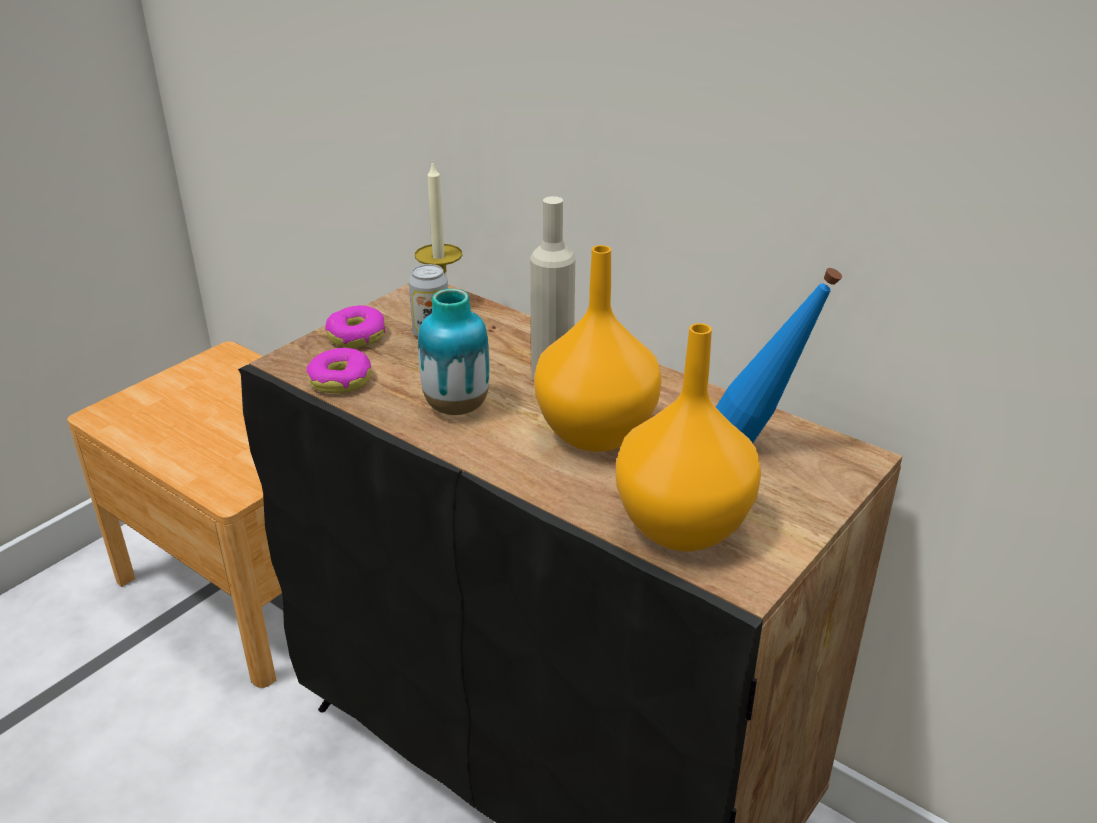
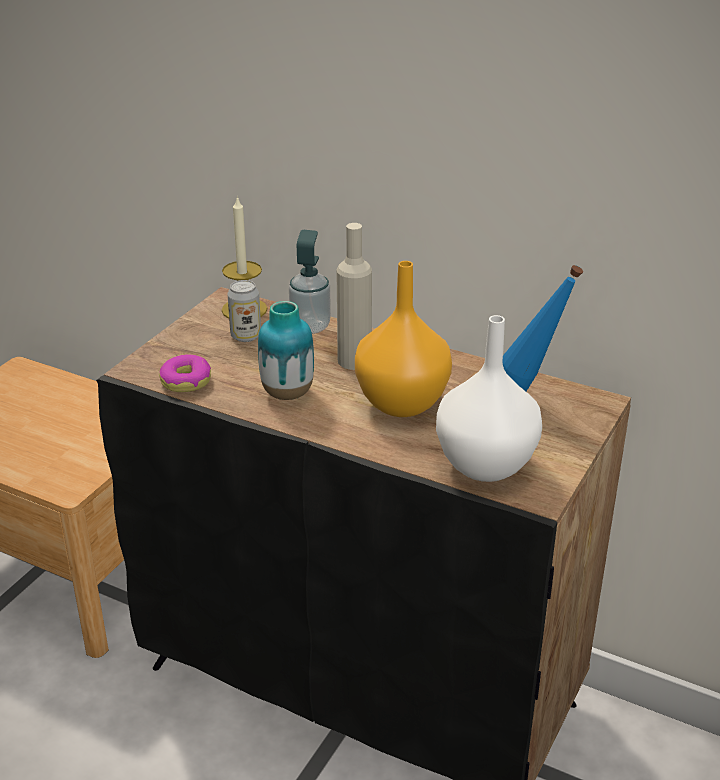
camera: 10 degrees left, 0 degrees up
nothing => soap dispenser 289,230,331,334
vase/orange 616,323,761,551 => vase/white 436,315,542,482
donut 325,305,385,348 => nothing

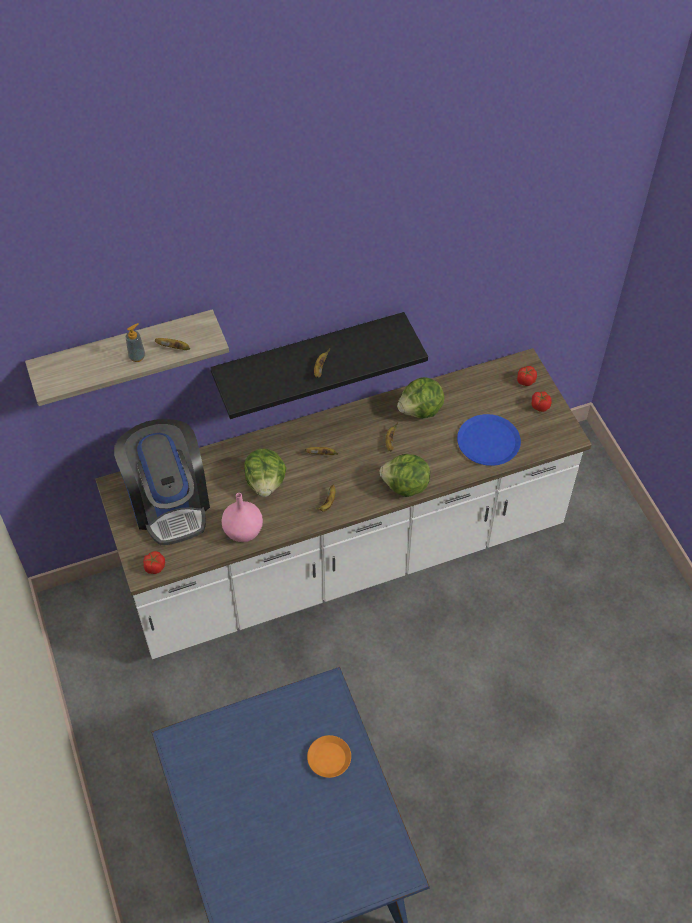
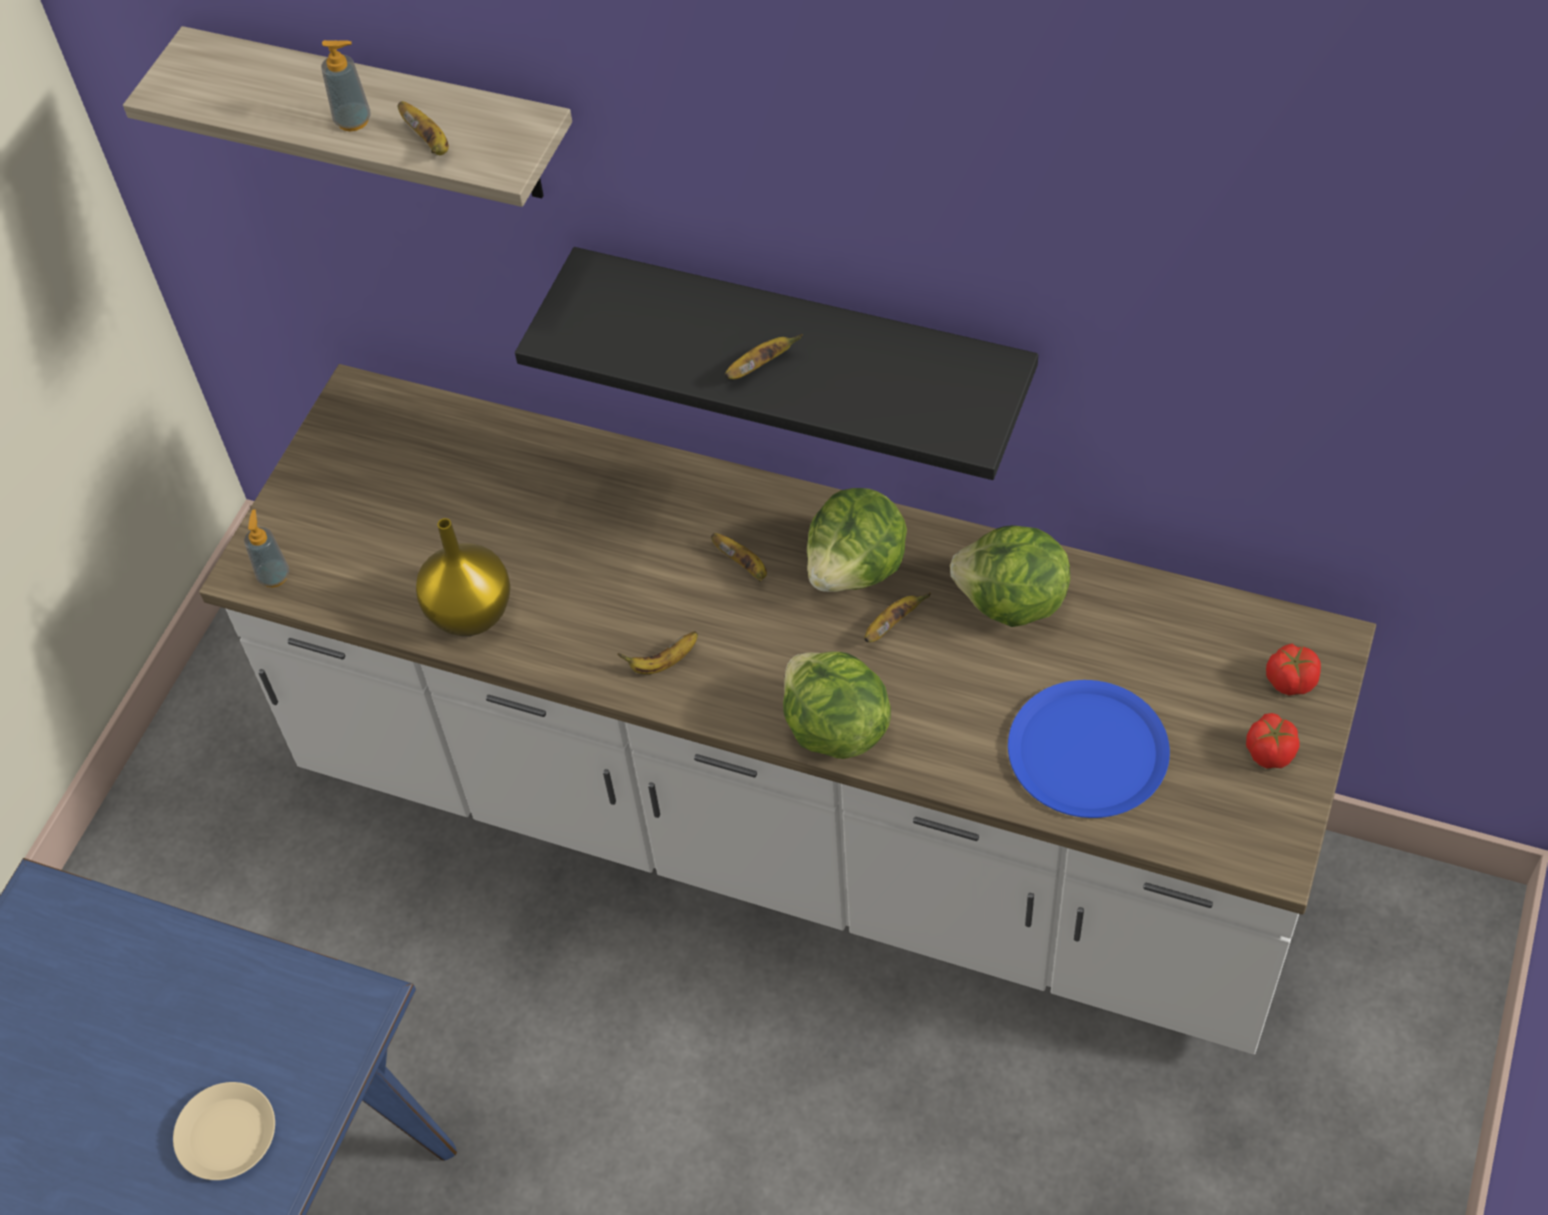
camera: 45 degrees right, 0 degrees up
plate/orange 307,735,351,778 => plate/beige 173,1082,275,1180
tomato 143,551,165,574 => soap dispenser 244,509,289,587
vase/pink 221,493,263,542 => vase/yellow 416,518,511,636
lettuce 244,449,287,497 => lettuce 807,488,907,592, move
coffee machine 114,419,210,545 => nothing

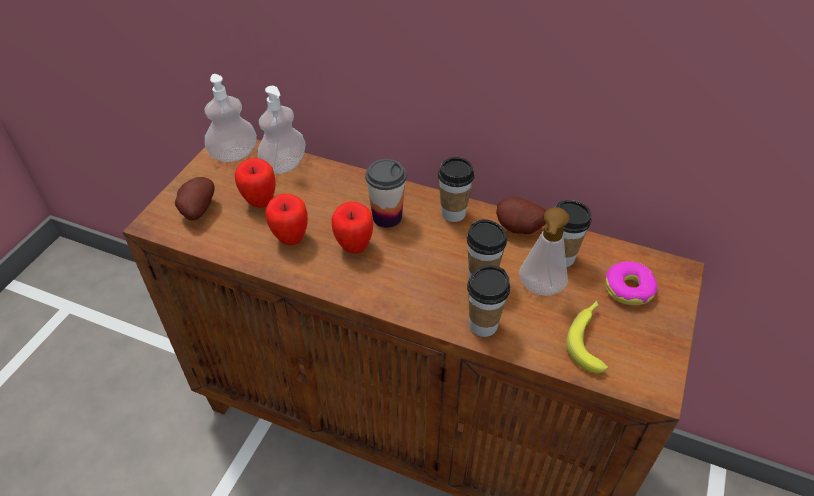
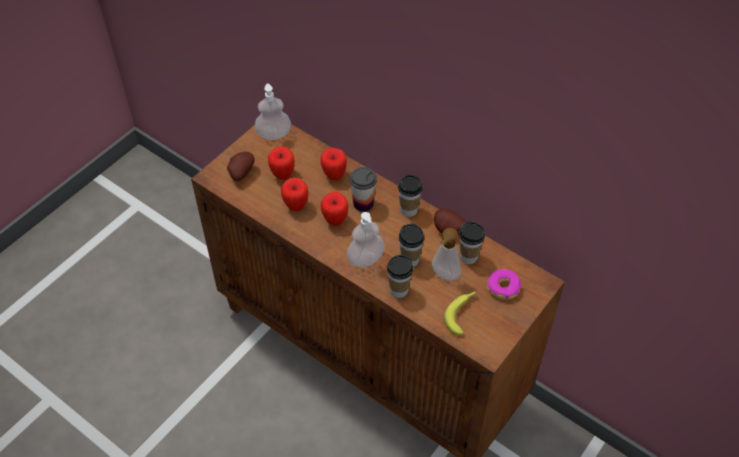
camera: 15 degrees right, 5 degrees up
nothing => apple 320,148,347,180
soap dispenser 258,86,306,174 => soap dispenser 346,212,385,267, move

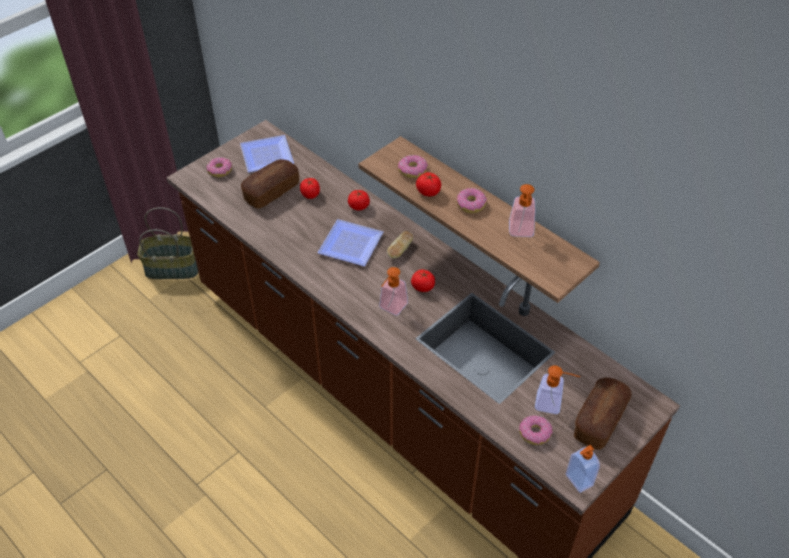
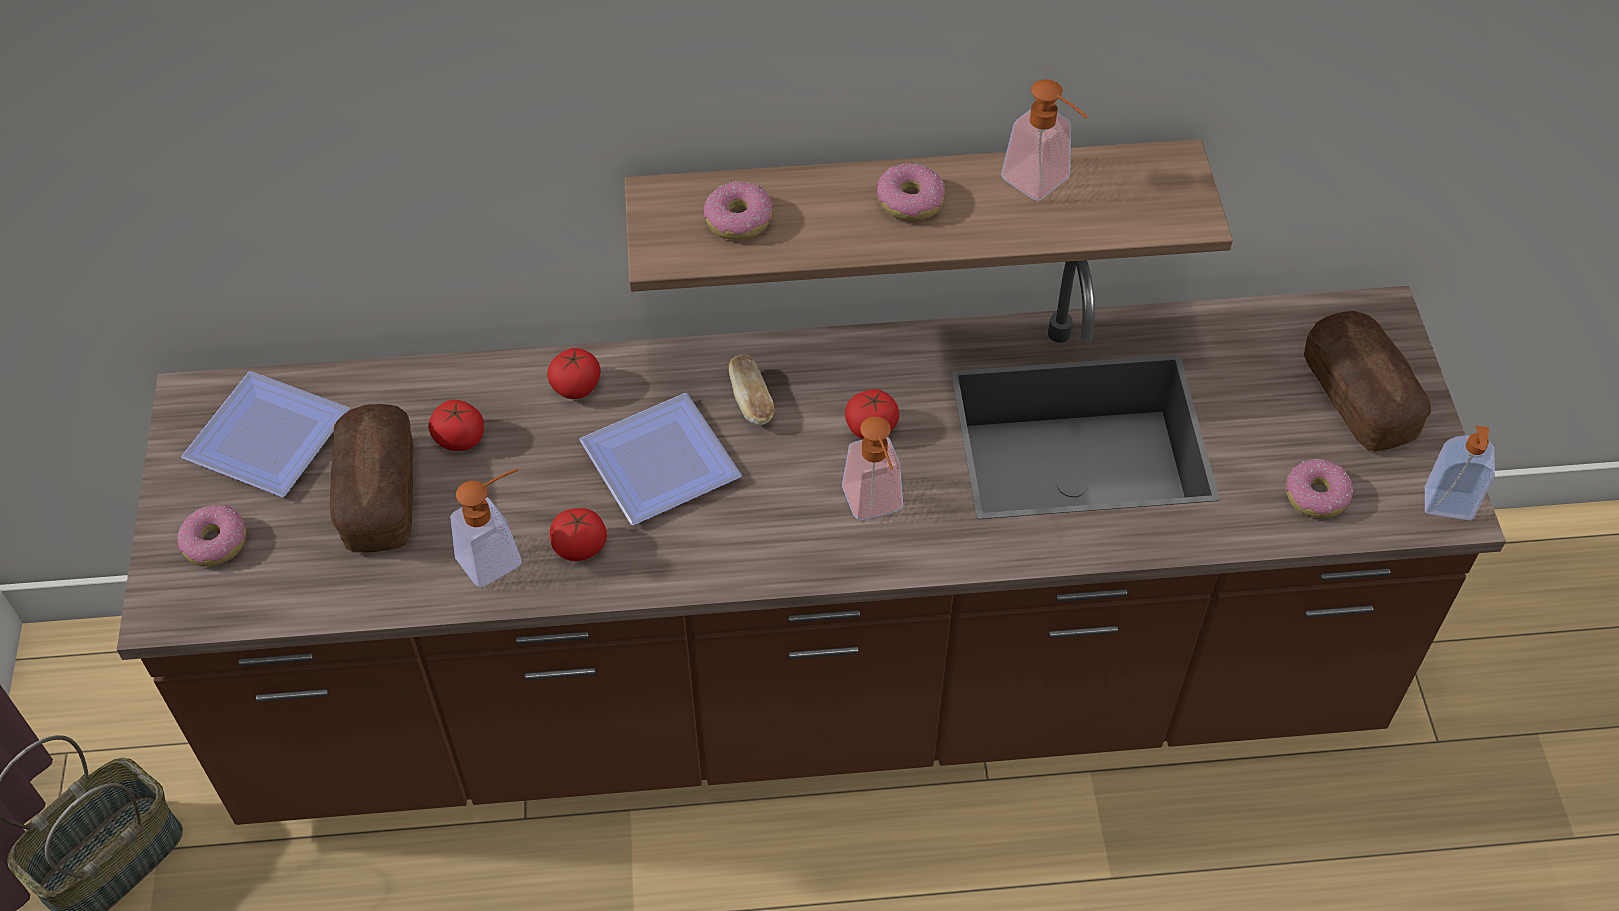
camera: 50 degrees left, 5 degrees up
soap dispenser 535,366,580,414 => soap dispenser 450,468,522,587, move
tomato 416,172,441,196 => tomato 550,508,607,561, move

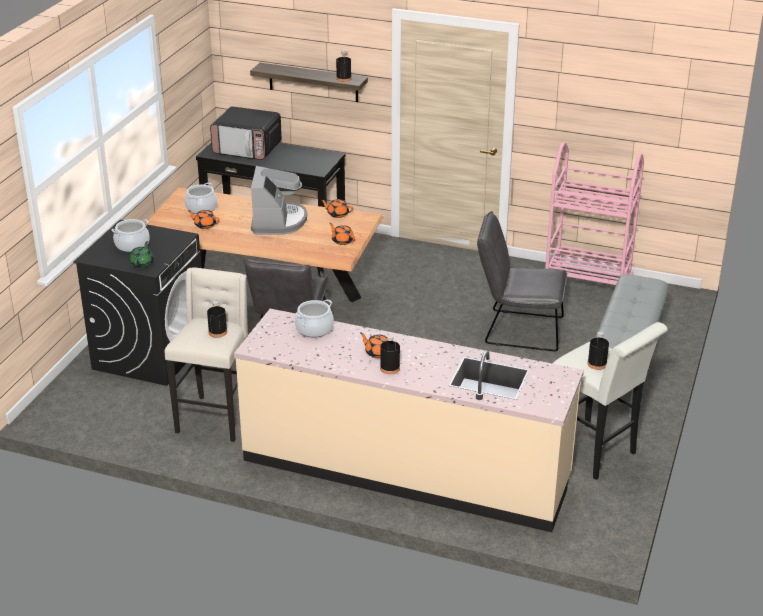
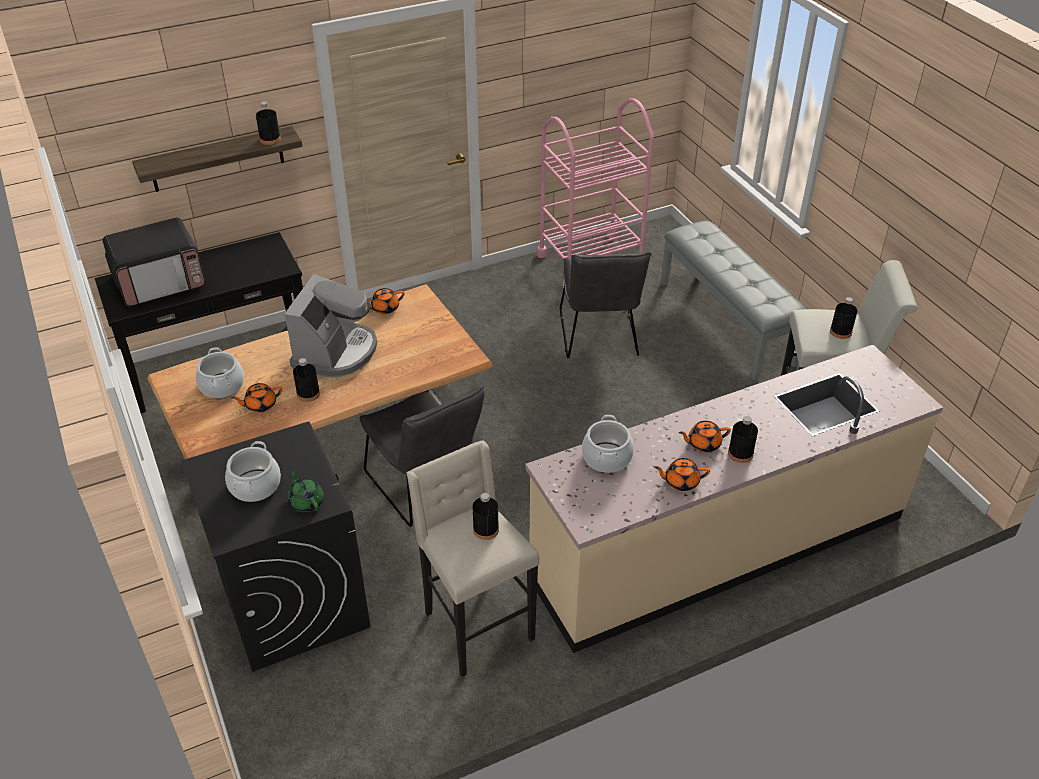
camera: 45 degrees left, 10 degrees up
coffee machine 251,166,307,235 => coffee machine 284,274,377,378, 60 degrees clockwise
nothing => bottle/black 293,358,320,402
chair/grey 477,211,567,351 => chair/grey 560,252,651,358, 60 degrees counterclockwise
teapot/orange 330,223,355,245 => teapot/orange 654,458,710,491, move

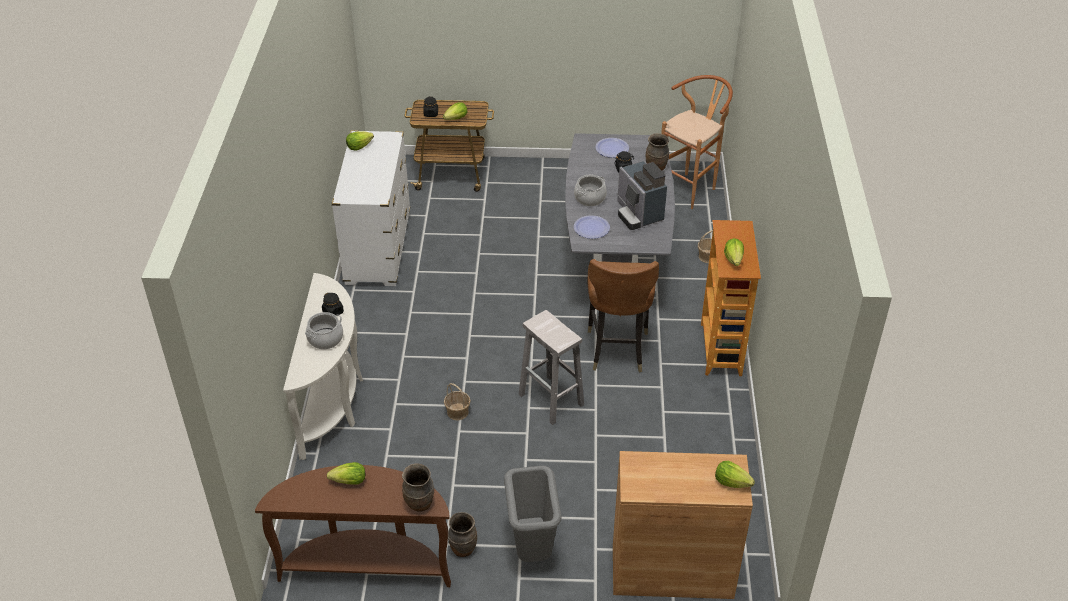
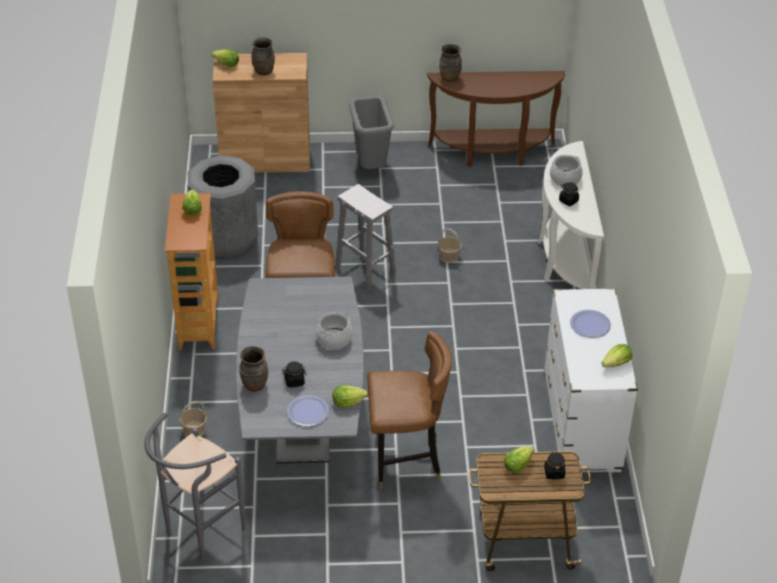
camera: 175 degrees right, 0 degrees up
stool/brown 661,75,733,209 => stool/grey 144,413,245,561
nothing => trash can/grey 187,155,258,257
vase/brown 448,512,477,557 => vase/brown 252,37,275,75, move
lettuce 327,462,365,484 => lettuce 333,385,368,408, move
nothing => chair/brown 367,331,452,489
plate 574,215,610,239 => plate 570,310,611,338, move
coffee machine 617,161,667,230 => nothing

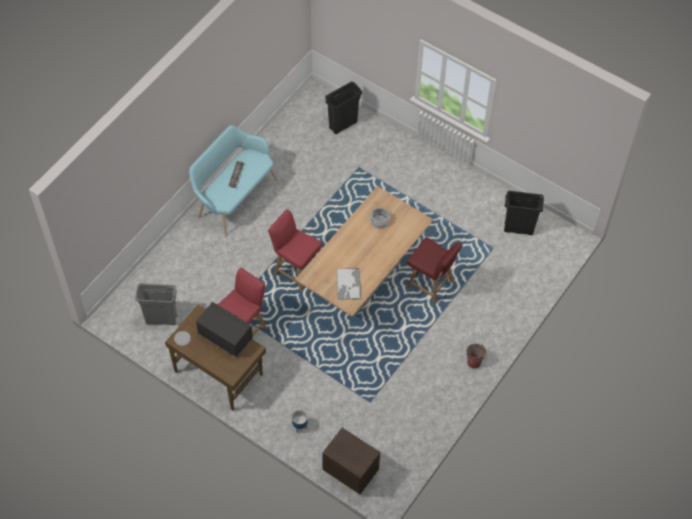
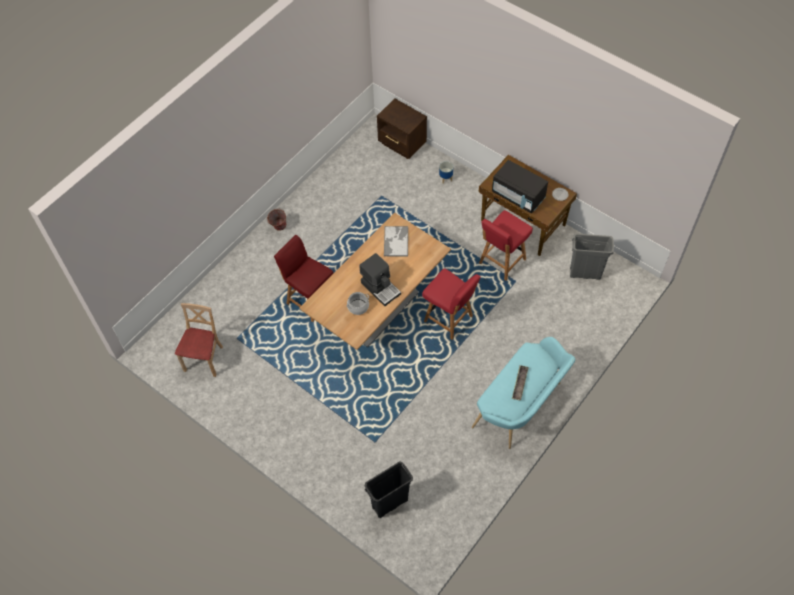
camera: 175 degrees left, 0 degrees up
trash can/black 504,190,544,235 => chair/beige 175,303,223,377
nothing => coffee machine 359,253,401,306

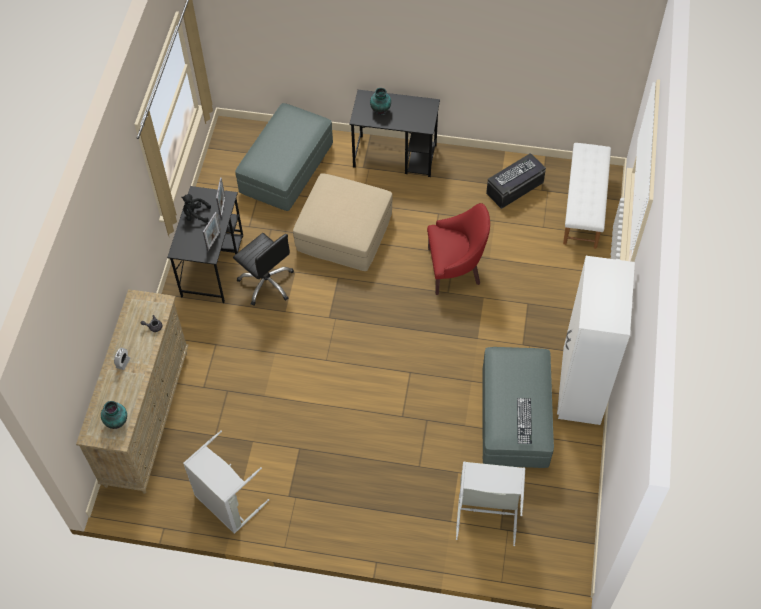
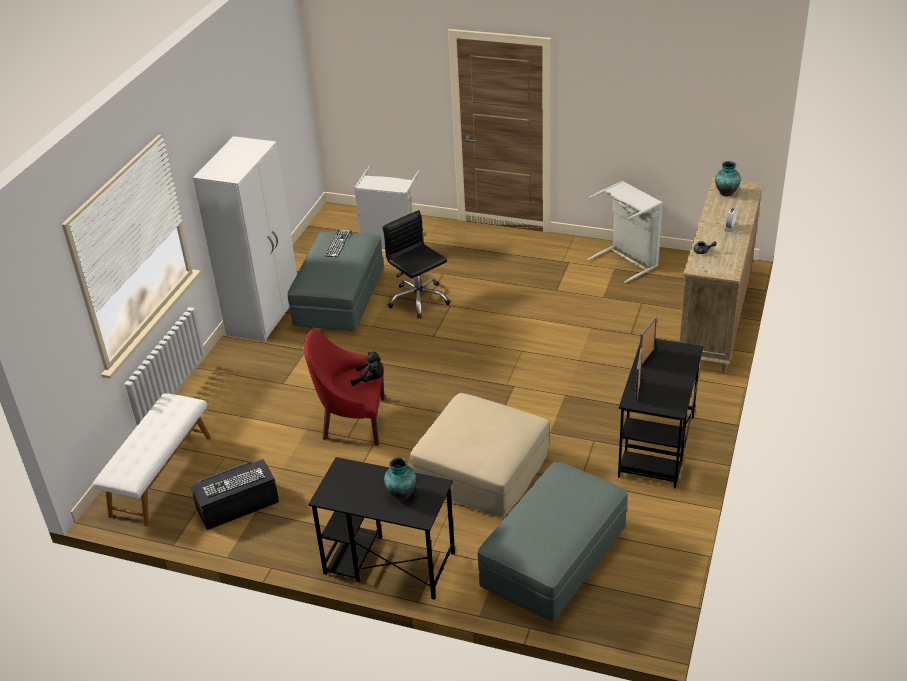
camera: 170 degrees left, 20 degrees down
plush toy/black 181,194,211,223 => plush toy/black 351,352,383,386, move
office chair/black 233,233,294,306 => office chair/black 383,210,451,318, move

